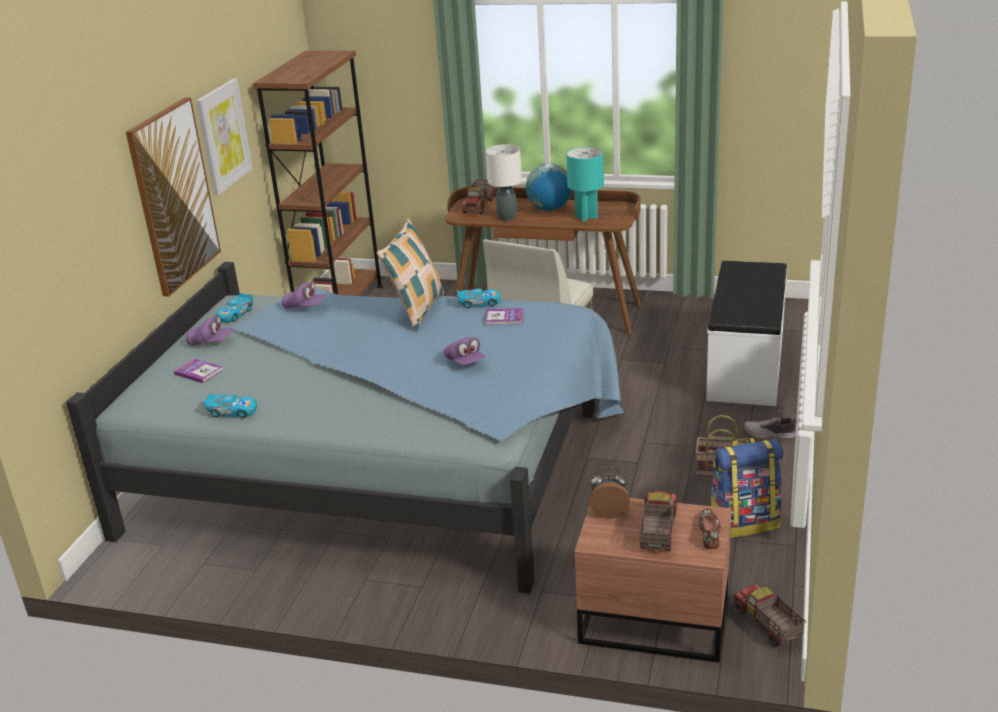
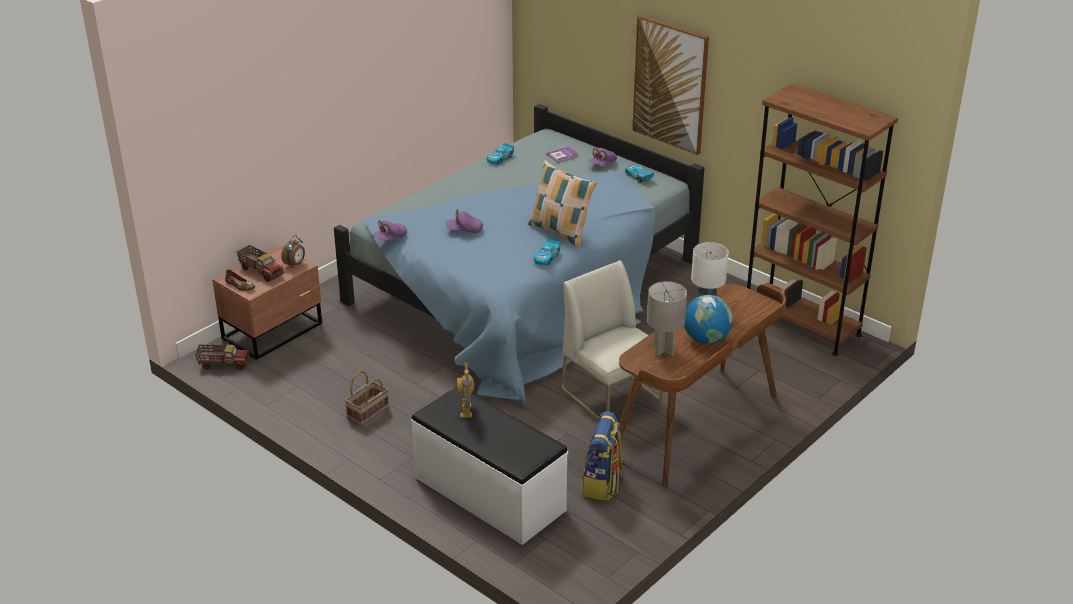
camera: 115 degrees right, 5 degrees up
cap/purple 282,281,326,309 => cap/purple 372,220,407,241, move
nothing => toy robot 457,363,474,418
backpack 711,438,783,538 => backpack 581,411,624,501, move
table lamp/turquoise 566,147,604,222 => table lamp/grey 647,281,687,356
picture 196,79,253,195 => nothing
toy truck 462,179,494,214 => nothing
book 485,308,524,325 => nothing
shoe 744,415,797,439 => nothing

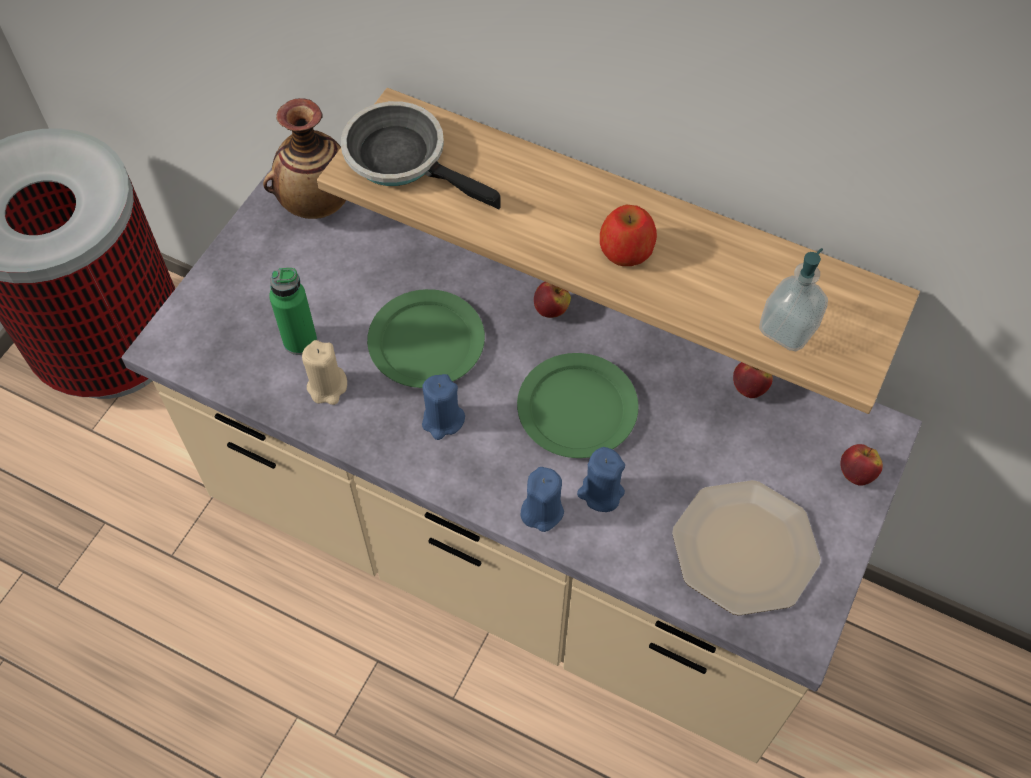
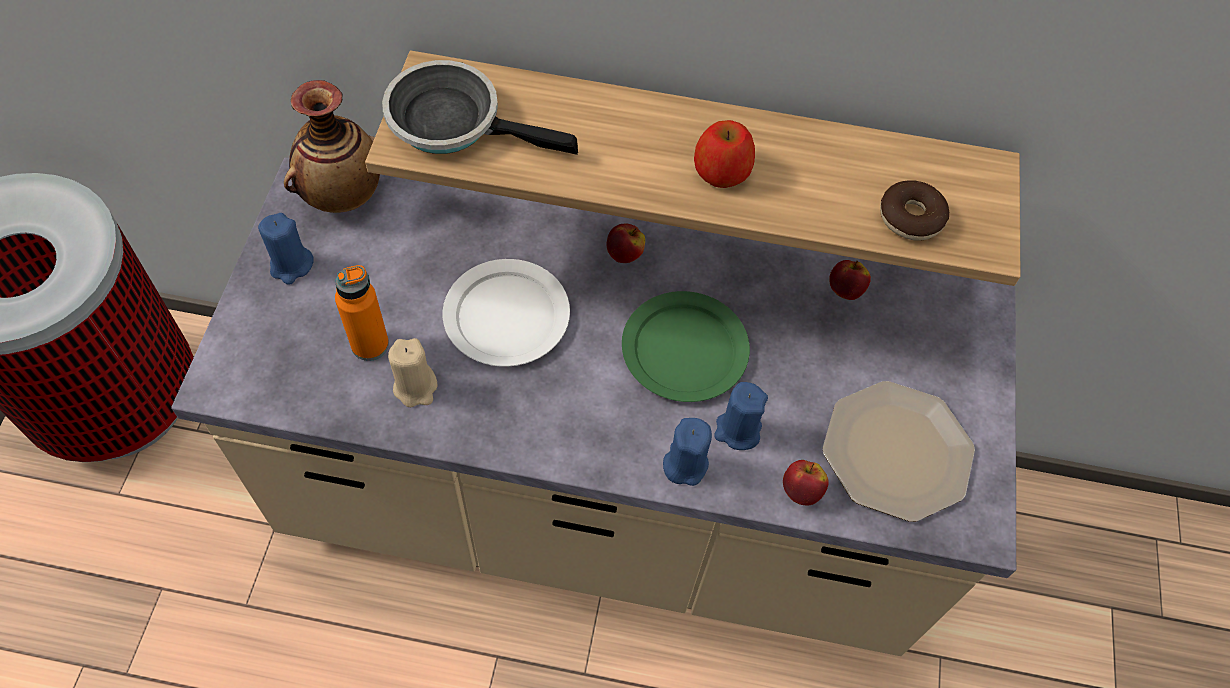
camera: 20 degrees left, 0 degrees up
candle/blue 422,374,465,440 => candle/blue 258,213,313,285, move
bottle/green 269,268,317,355 => bottle/orange 335,265,389,361
plate/green 367,289,485,388 => plate/white 443,259,570,367
apple 840,444,883,486 => apple 783,460,829,506, move
soap dispenser 759,248,828,351 => donut 880,180,949,241

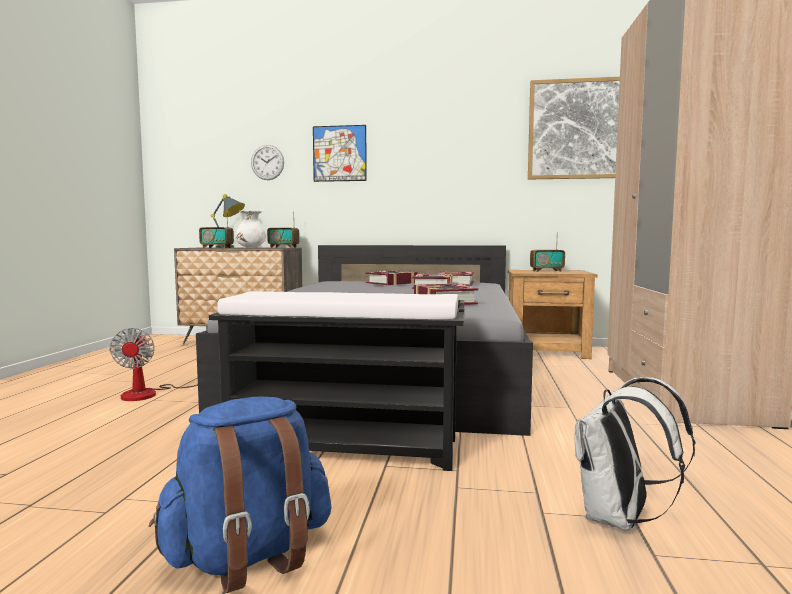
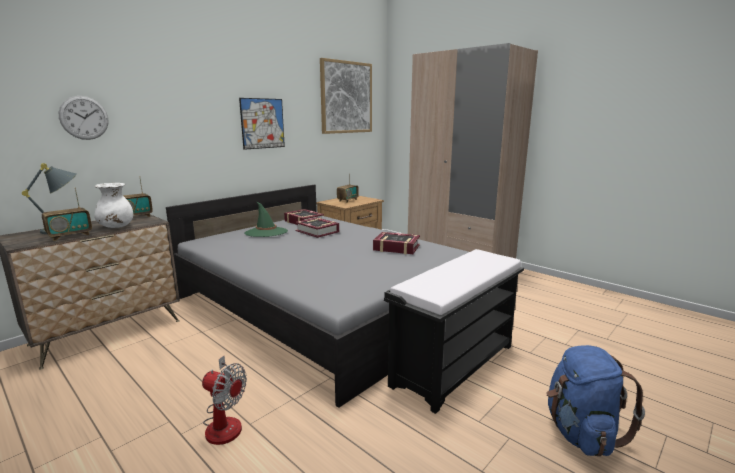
camera: 55 degrees left, 10 degrees up
picture 313,125,367,182 => picture 239,98,285,150, move
book 366,270,418,285 => hat/green 244,202,288,237
backpack/white 575,377,695,531 => nothing

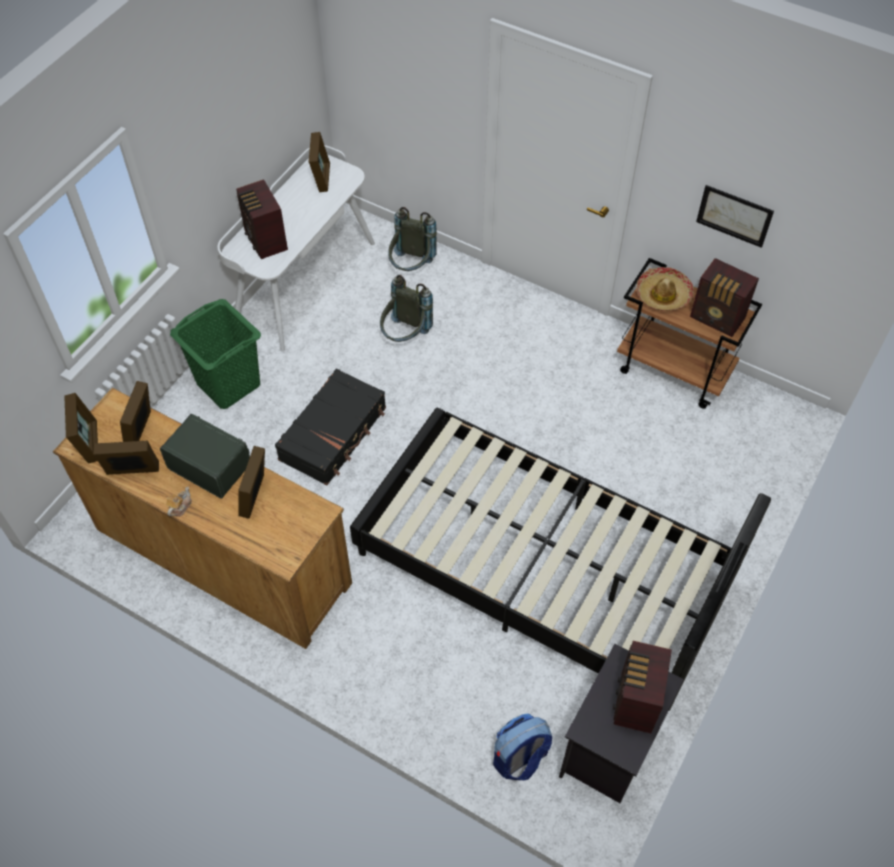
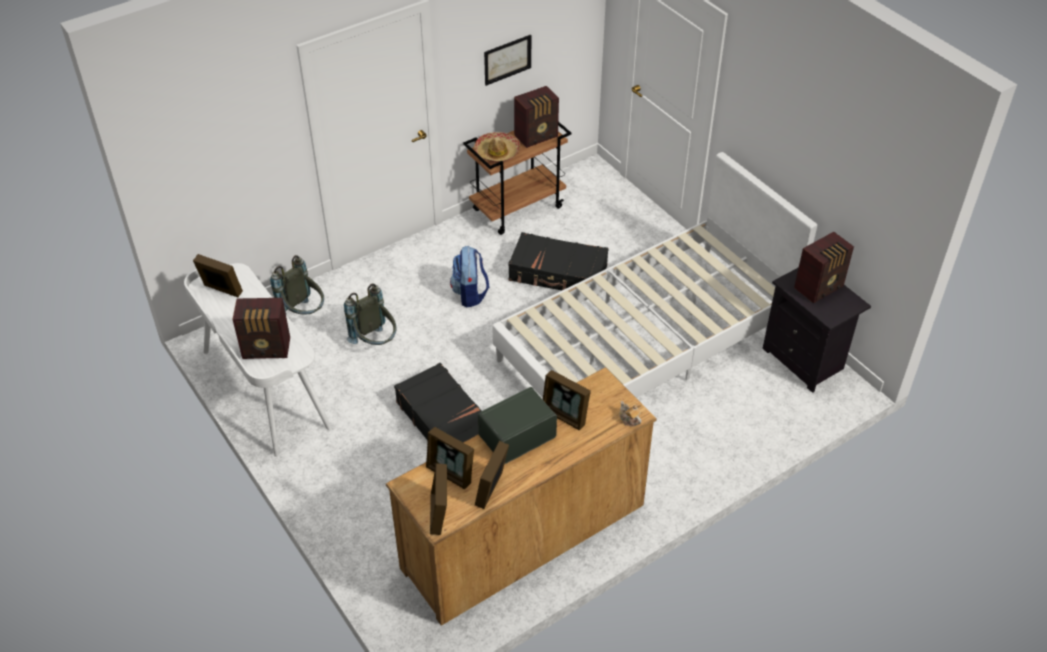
camera: 65 degrees left, 10 degrees down
picture frame 64,393,98,463 => picture frame 430,464,447,535, 105 degrees counterclockwise
backpack 493,713,552,780 => backpack 450,246,489,307, move
bed/black 350,408,771,711 => bed/white 492,152,817,398
nothing => suitcase/black 508,232,609,295
teapot 166,487,192,517 => teapot 619,401,641,427, move
radio 613,641,672,733 => radio 794,232,854,303, 75 degrees counterclockwise
laundry basket/green 170,299,261,409 => nothing

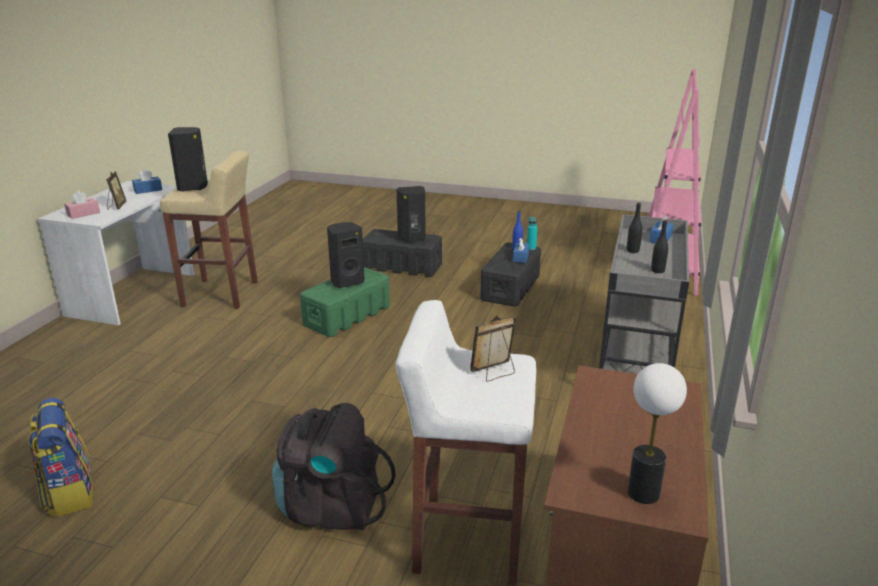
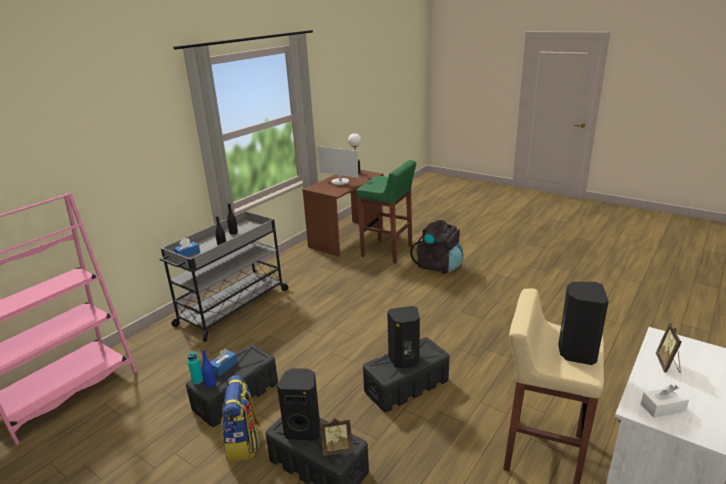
camera: 160 degrees left, 0 degrees up
backpack 29,398,94,517 => backpack 221,375,260,462, move
nothing => monitor 318,146,359,185
picture frame 470,316,516,382 => picture frame 320,418,353,456, move
stool/white 395,300,536,586 => stool/green 356,160,416,263
storage box/green 300,267,390,337 => storage box/black 363,337,449,412
tissue box/blue 132,169,162,194 => tissue box/white 641,384,689,418
tissue box/pink 64,191,100,219 => nothing

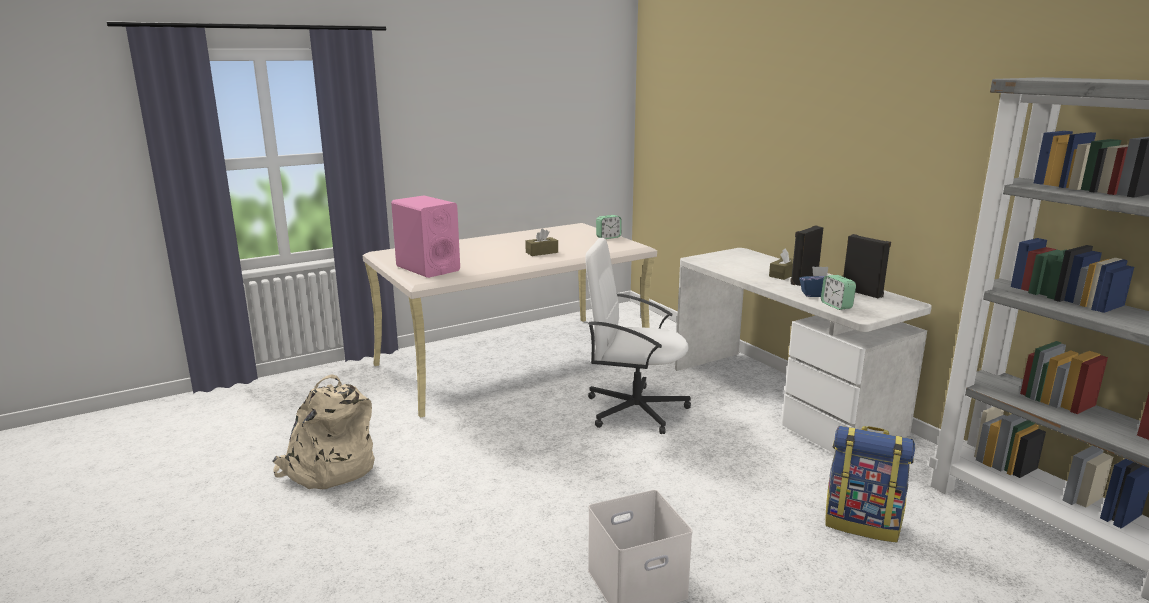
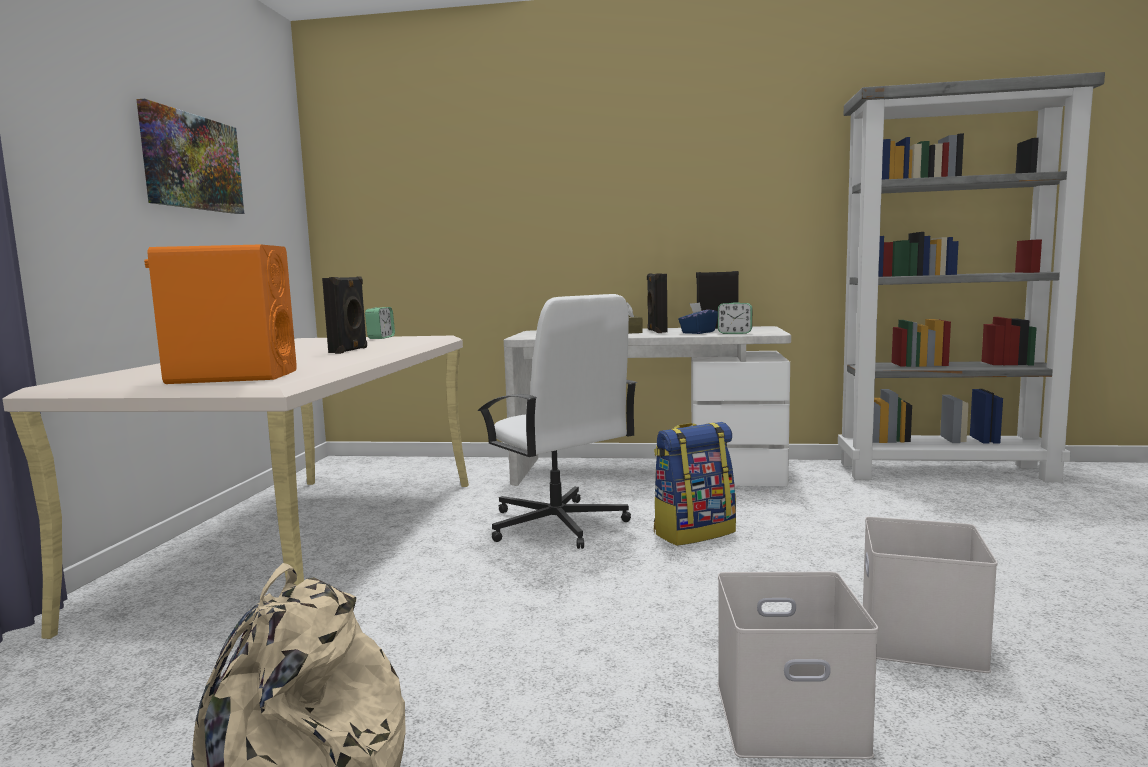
camera: 50 degrees left, 10 degrees down
nothing => picture 136,99,244,214
speaker/pink 391,196,460,278 => speaker/orange 144,244,297,384
tissue box/brown 525,229,558,256 => speaker/black 322,276,367,354
office chair/white 585,238,691,434 => office chair/white 478,294,637,549, 90 degrees counterclockwise
backpack 825,426,915,543 => backpack 654,422,736,546, move
nothing => storage box/white 717,572,878,759

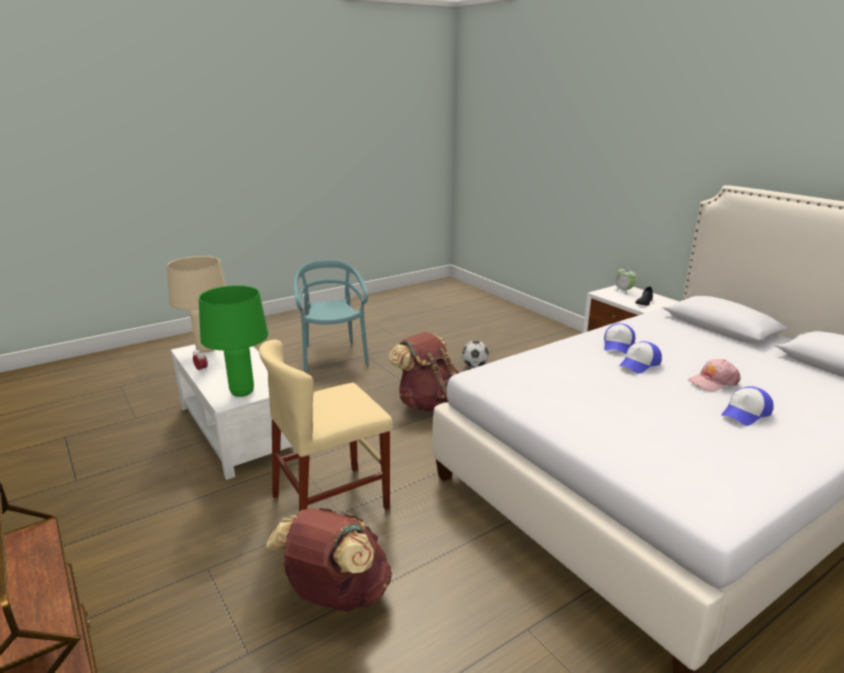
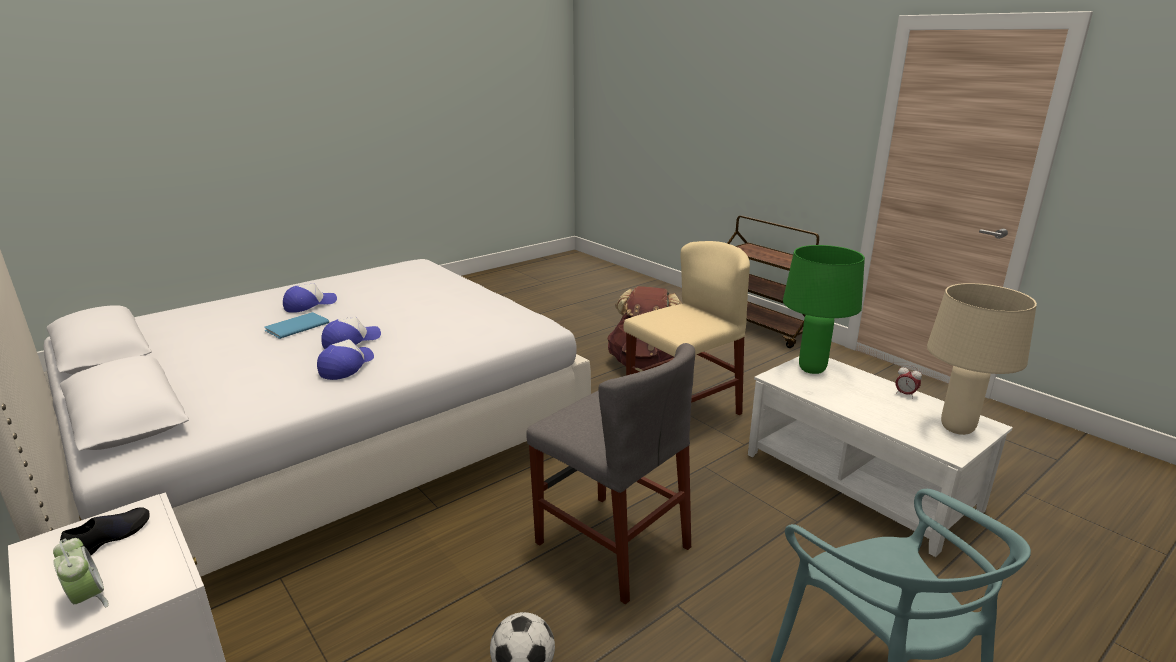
camera: 175 degrees right, 0 degrees up
cap/pink 688,359,741,391 => book/blue 264,312,329,339
backpack/brown 389,332,459,412 => chair/grey 526,343,695,605

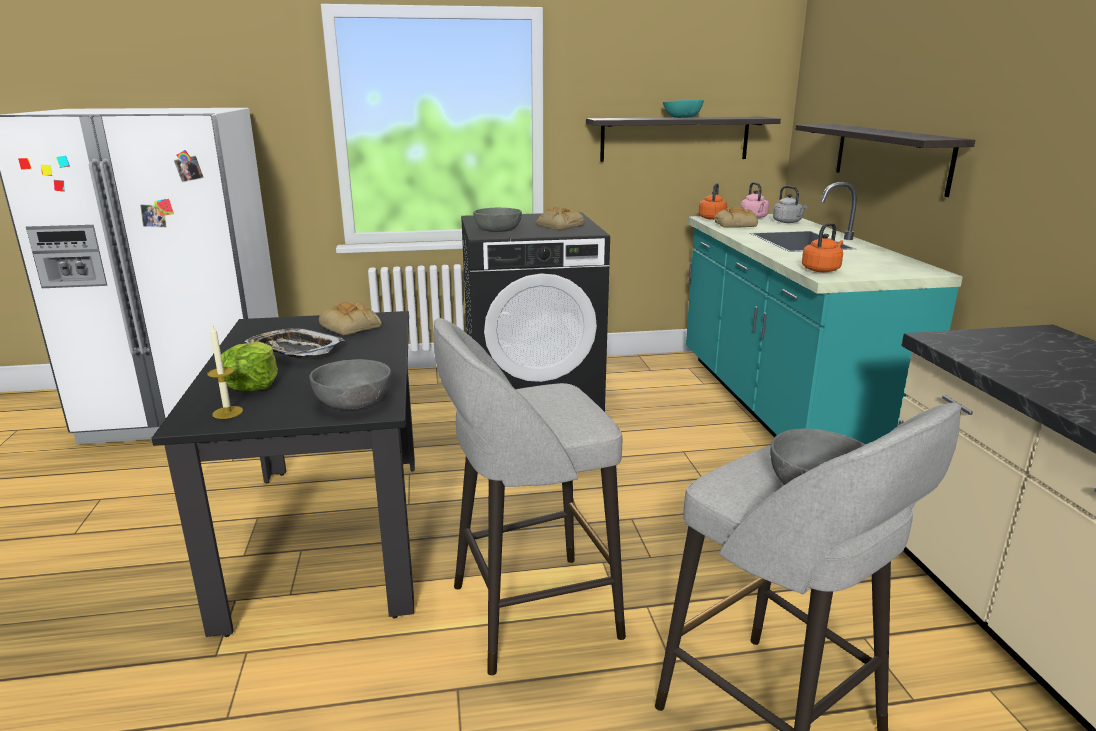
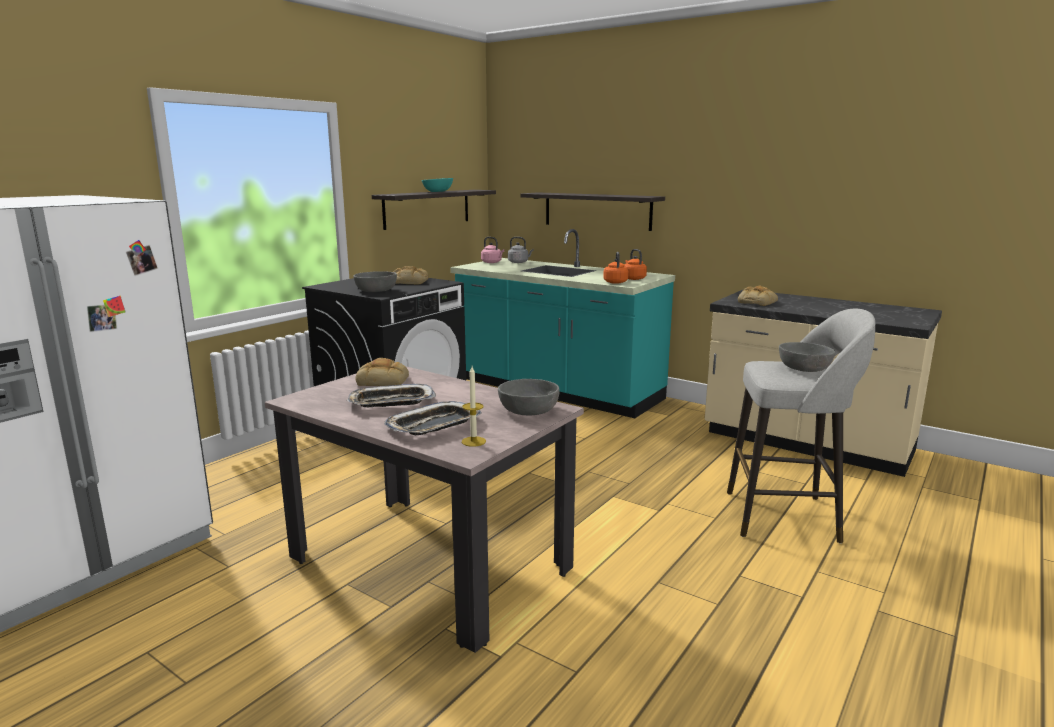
camera: 45 degrees left, 5 degrees down
dining table/black 152,311,415,637 => dining table/beige 265,366,584,653
lettuce 221,342,278,391 => tray 384,401,482,435
kettle/orange 699,183,727,220 => kettle/orange 624,249,647,280, move
bread 714,207,758,228 => bread 738,285,778,306, move
stool/grey 434,318,626,676 => nothing

